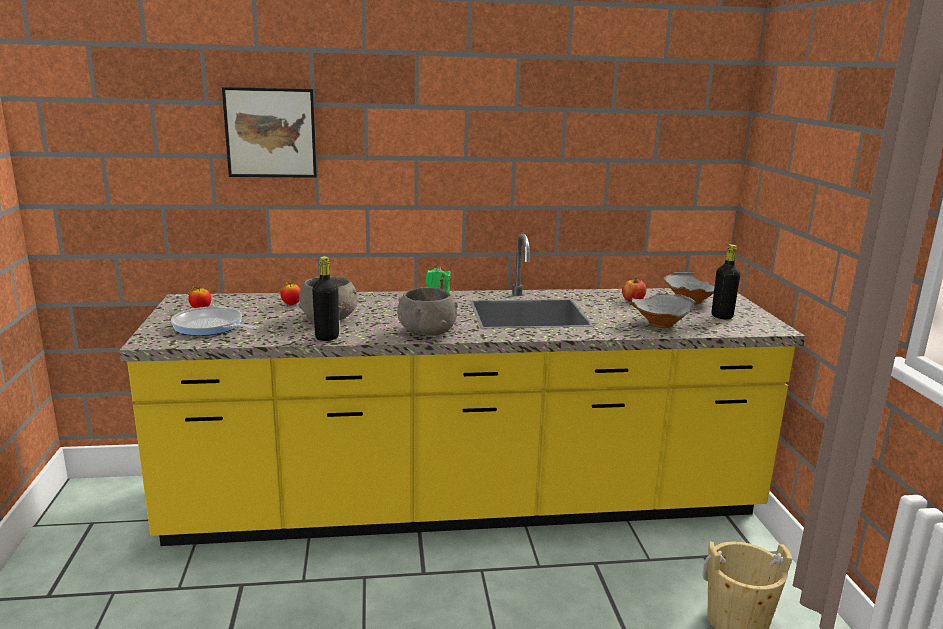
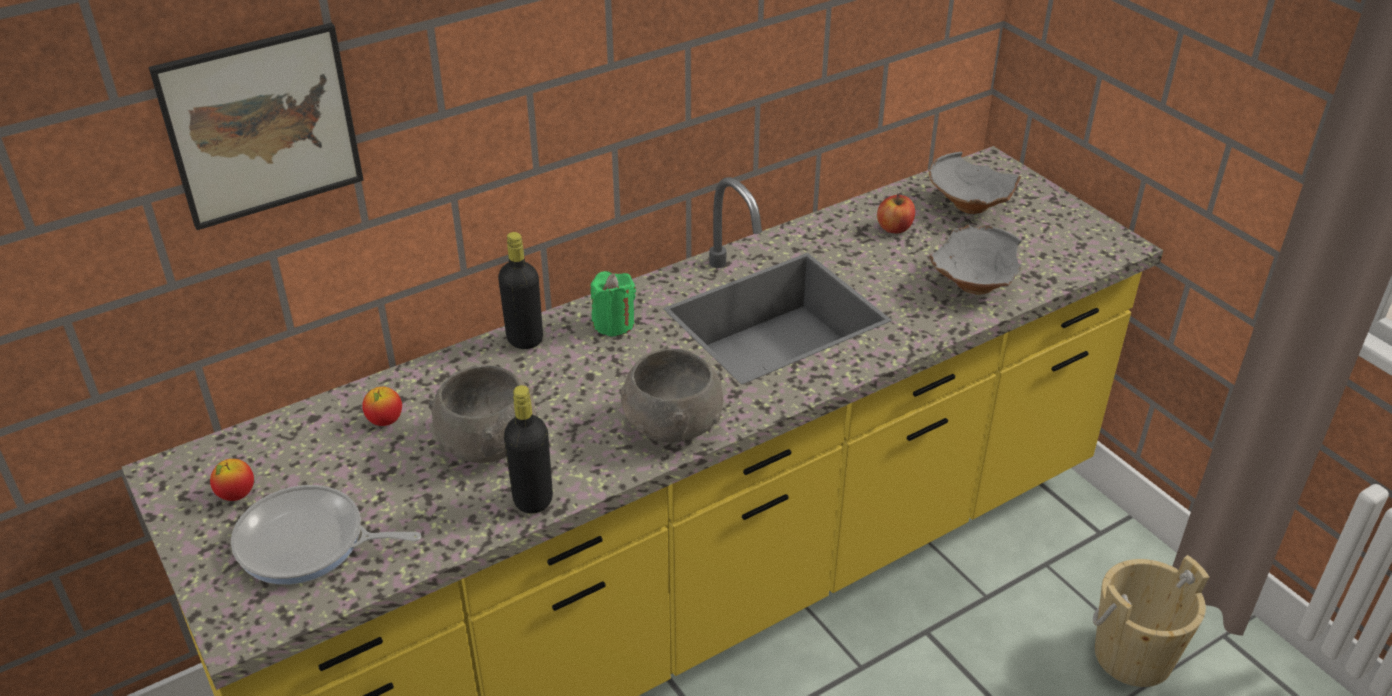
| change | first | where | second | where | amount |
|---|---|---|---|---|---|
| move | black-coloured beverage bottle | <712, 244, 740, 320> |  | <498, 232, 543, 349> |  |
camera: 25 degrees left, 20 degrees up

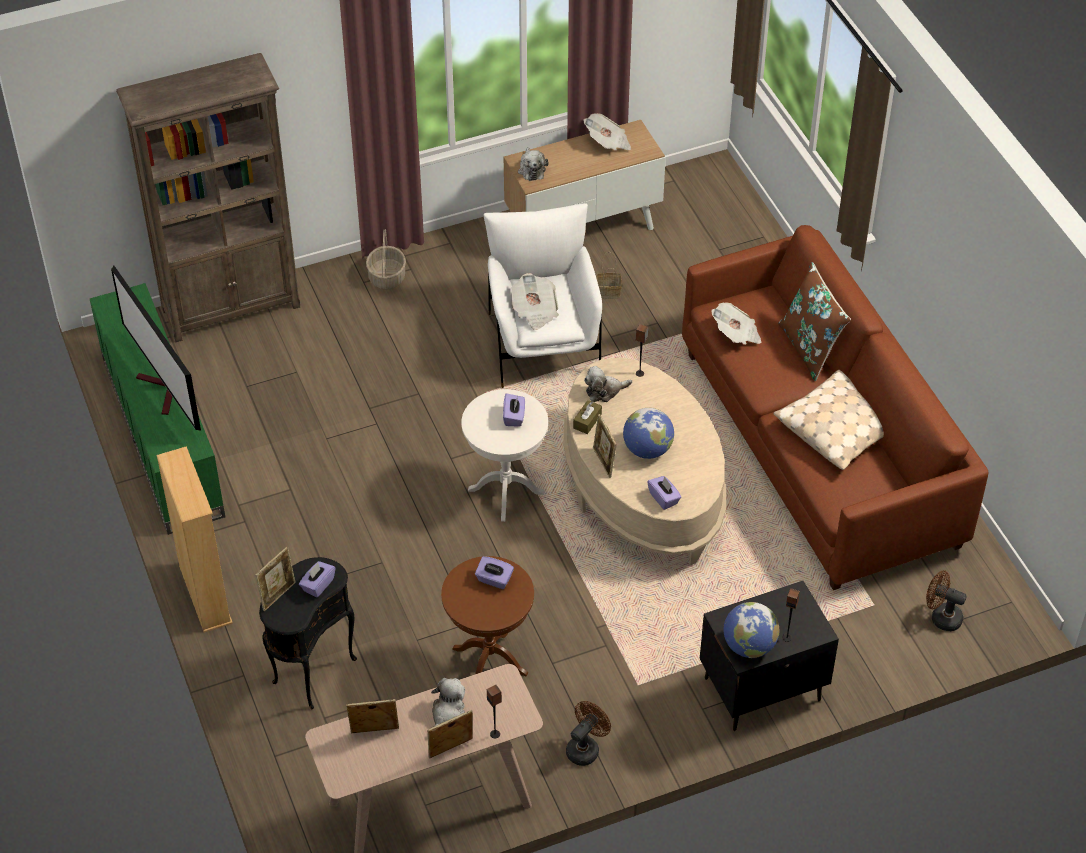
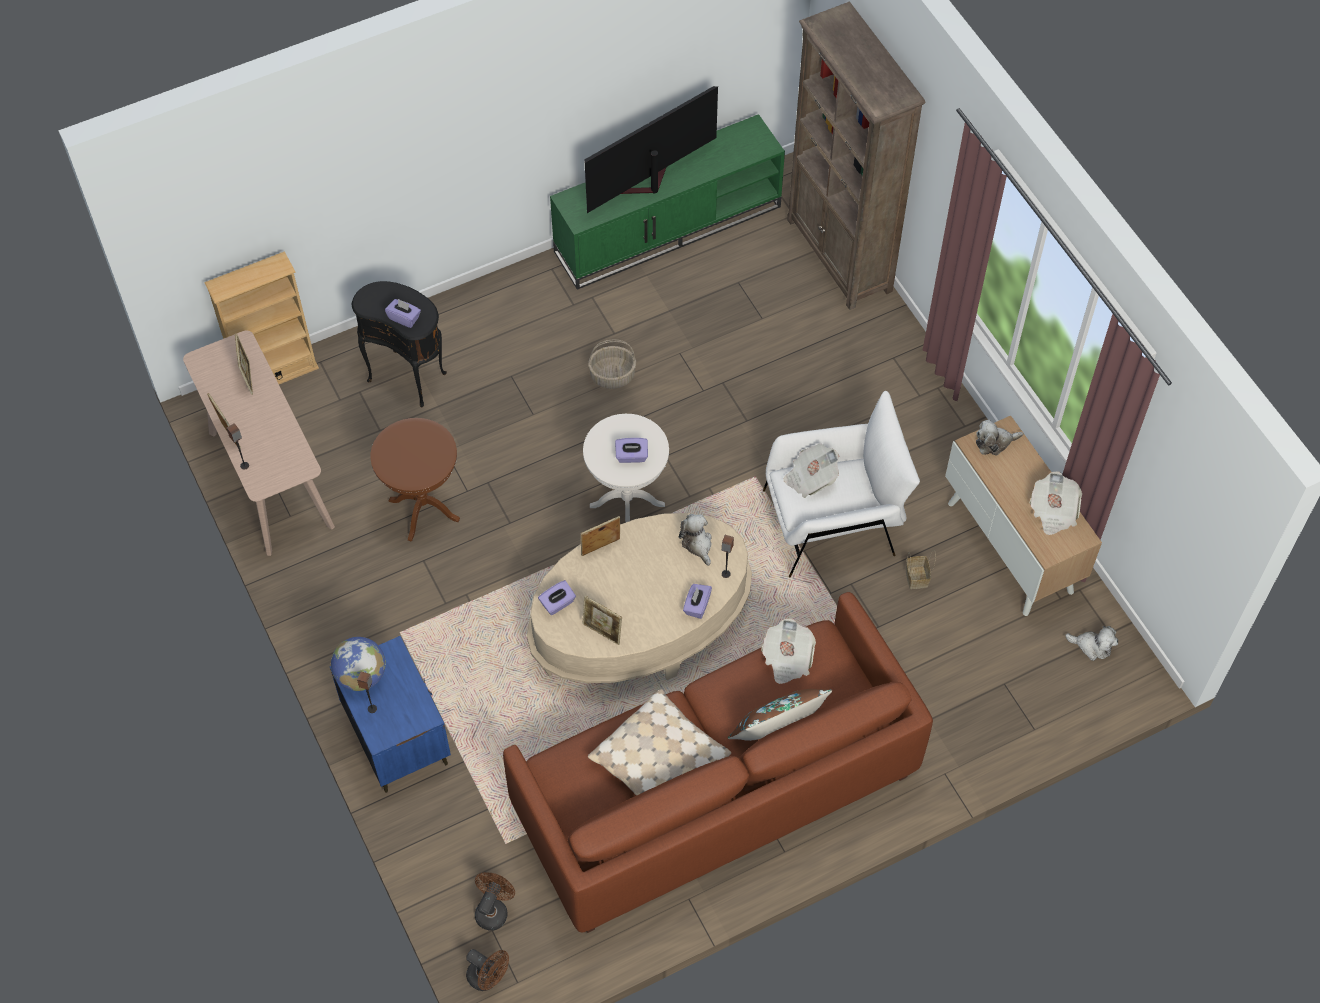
| change | first | where | second | where | amount |
|---|---|---|---|---|---|
| delete | brown tissue holder | <573, 400, 602, 434> |  |  |  |
| delete | globe | <623, 408, 674, 459> |  |  |  |
| move | beige shelving unit | <156, 446, 233, 633> |  | <204, 251, 319, 384> |  |
| move | picture frame | <255, 547, 296, 611> |  | <582, 596, 622, 645> |  |
| move | household basket | <366, 229, 406, 290> |  | <588, 339, 636, 389> |  |
| move | soft toy | <431, 678, 465, 726> |  | <1065, 626, 1118, 661> |  |
| move | purple-coloured tissue holder | <475, 556, 514, 589> |  | <683, 584, 712, 619> |  |
| move | brown electric fan | <566, 701, 611, 766> |  | <466, 949, 509, 991> |  |
| recolor | black-coloured night table | <700, 581, 839, 731> | blue night table | <330, 636, 451, 793> |  |
camera: 85 degrees right, 10 degrees up

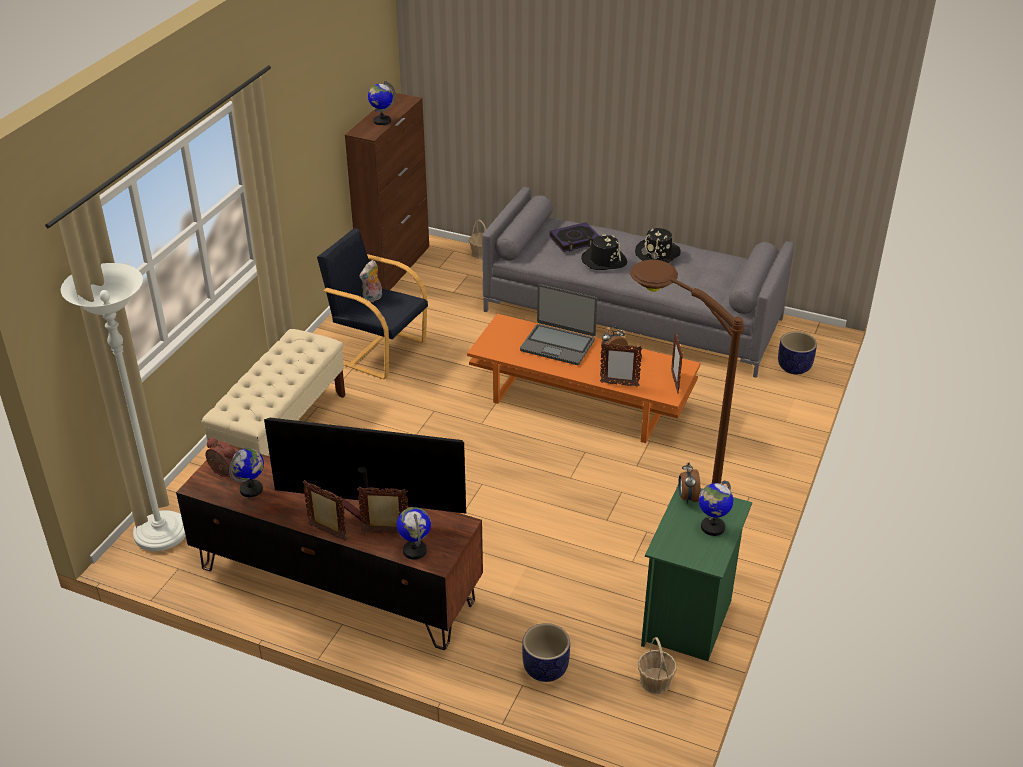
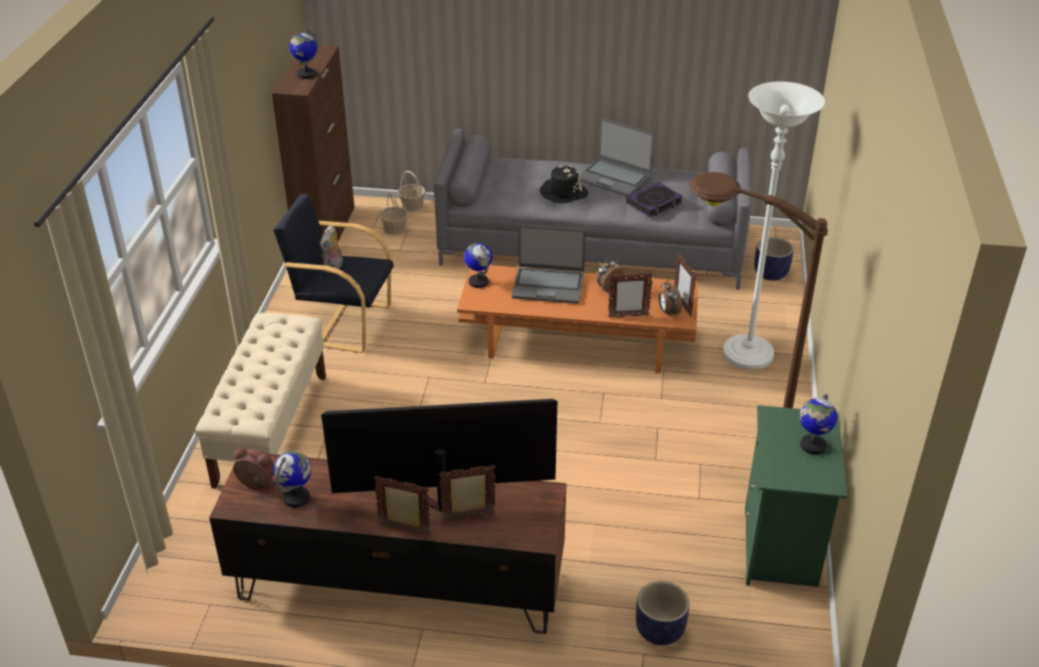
| change | first | where | second | where | amount |
|---|---|---|---|---|---|
| move | white-coloured floor lamp | <61, 263, 186, 551> |  | <723, 82, 825, 369> |  |
| move | globe | <397, 507, 431, 560> |  | <464, 243, 493, 288> |  |
| move | bound book | <549, 222, 599, 252> |  | <626, 182, 683, 217> |  |
| move | household basket | <638, 637, 677, 694> |  | <380, 192, 408, 236> |  |
| move | bedside clock | <678, 463, 700, 504> |  | <659, 280, 682, 317> |  |
| replace | black-coloured clothing hat | <635, 228, 681, 263> | laptop | <578, 118, 654, 196> |  |
camera: 15 degrees left, 0 degrees up

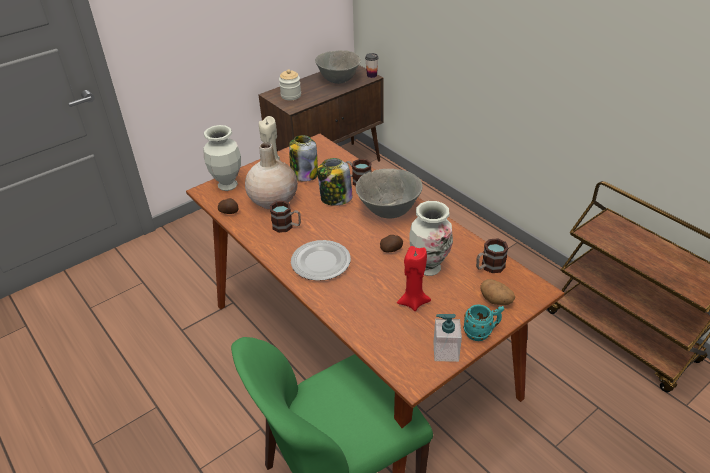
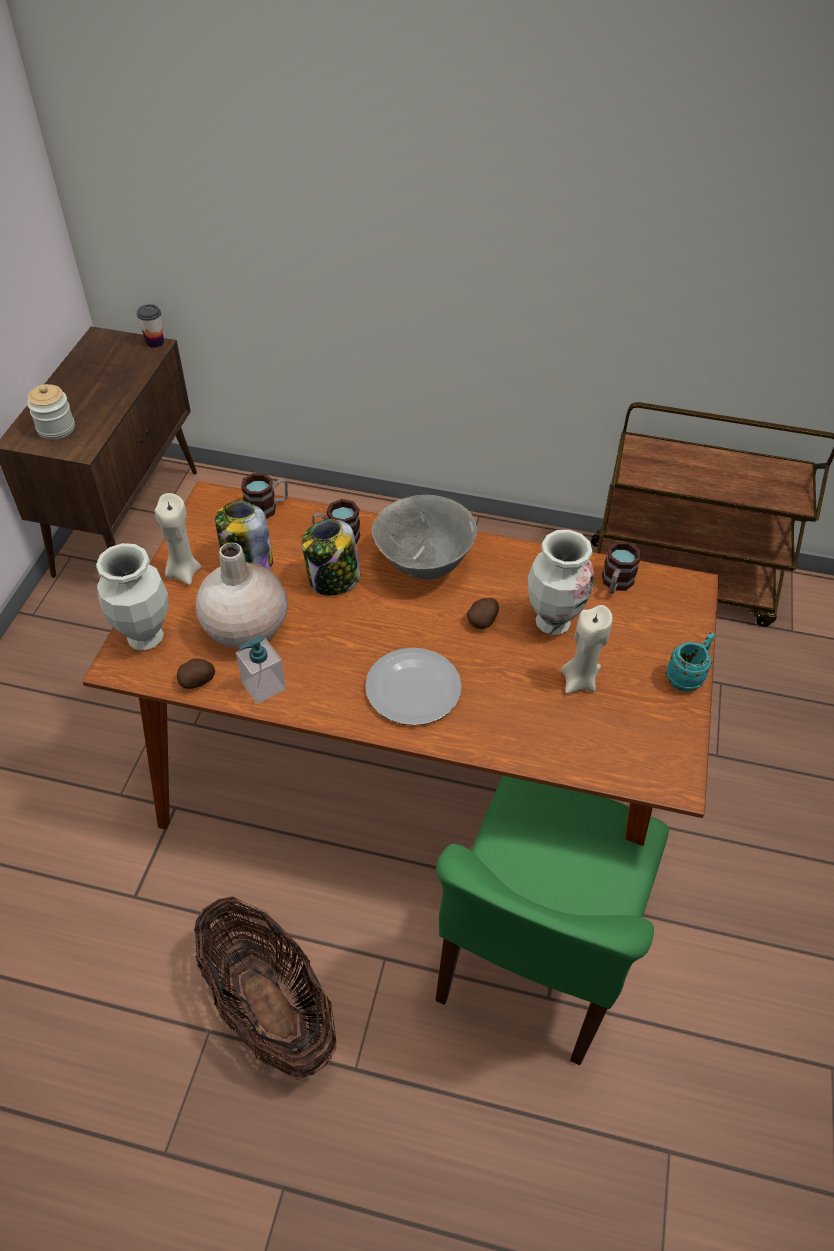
| change | first | where | second | where | amount |
|---|---|---|---|---|---|
| delete | greyish bowl | <315, 50, 361, 84> |  |  |  |
| delete | whole potato | <480, 279, 515, 305> |  |  |  |
| insert |  |  | household basket | <194, 896, 336, 1080> |  |
| move | tea mug | <270, 201, 301, 233> |  | <241, 473, 288, 519> |  |
| move | soap bottle | <433, 314, 462, 362> |  | <236, 635, 286, 704> |  |
| recolor | red-coloured wax candle | <397, 246, 431, 311> | beige wax candle | <561, 605, 613, 694> |  |
camera: 40 degrees left, 10 degrees up

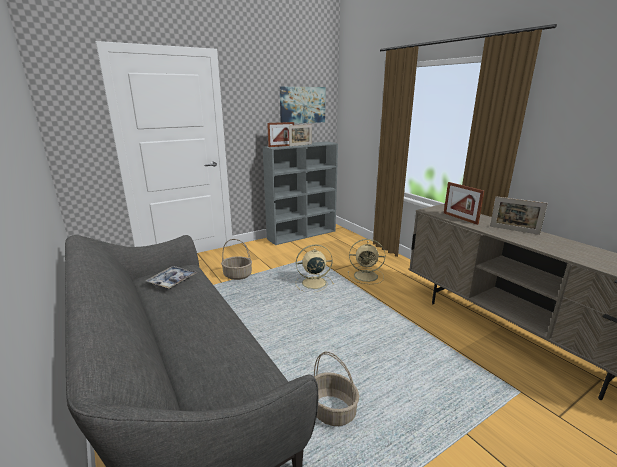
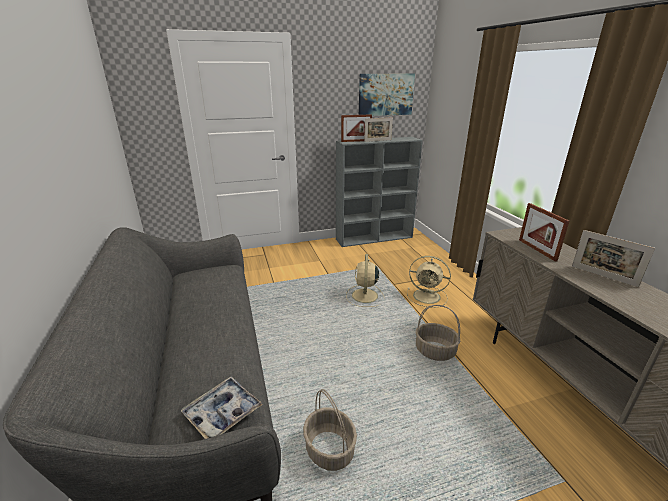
| change | first | where | second | where | amount |
|---|---|---|---|---|---|
| move | carrying tray | <145, 266, 197, 289> |  | <181, 377, 263, 439> |  |
| move | household basket | <221, 239, 252, 280> |  | <416, 305, 460, 361> |  |
| rotate | beige electric fan | <296, 245, 334, 292> |  | <346, 254, 385, 307> | 90 degrees counterclockwise |
camera: 15 degrees right, 5 degrees up

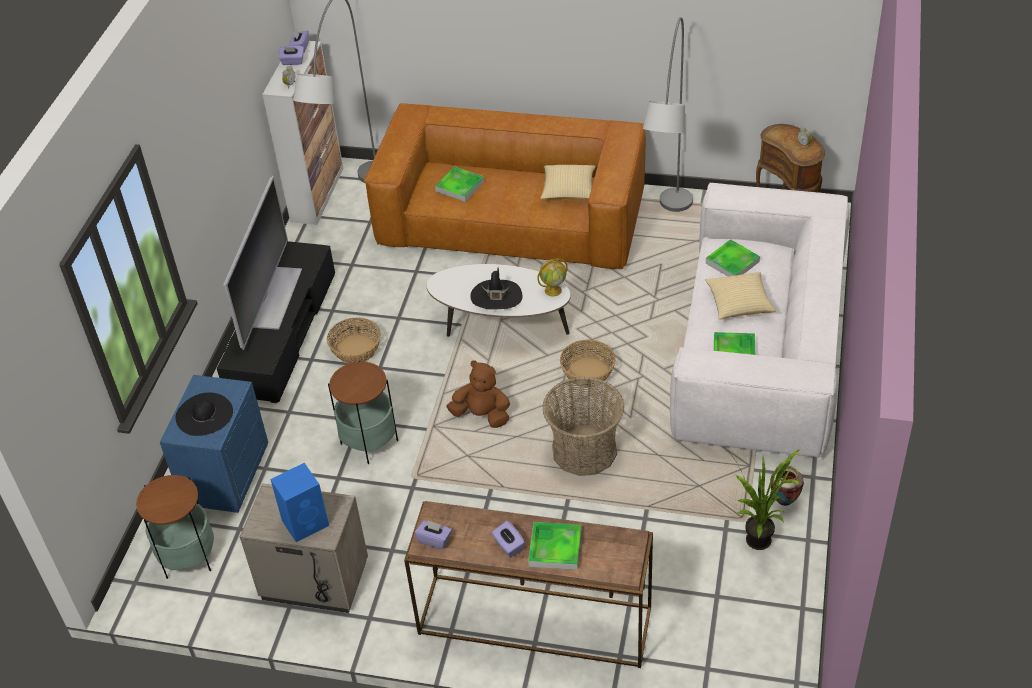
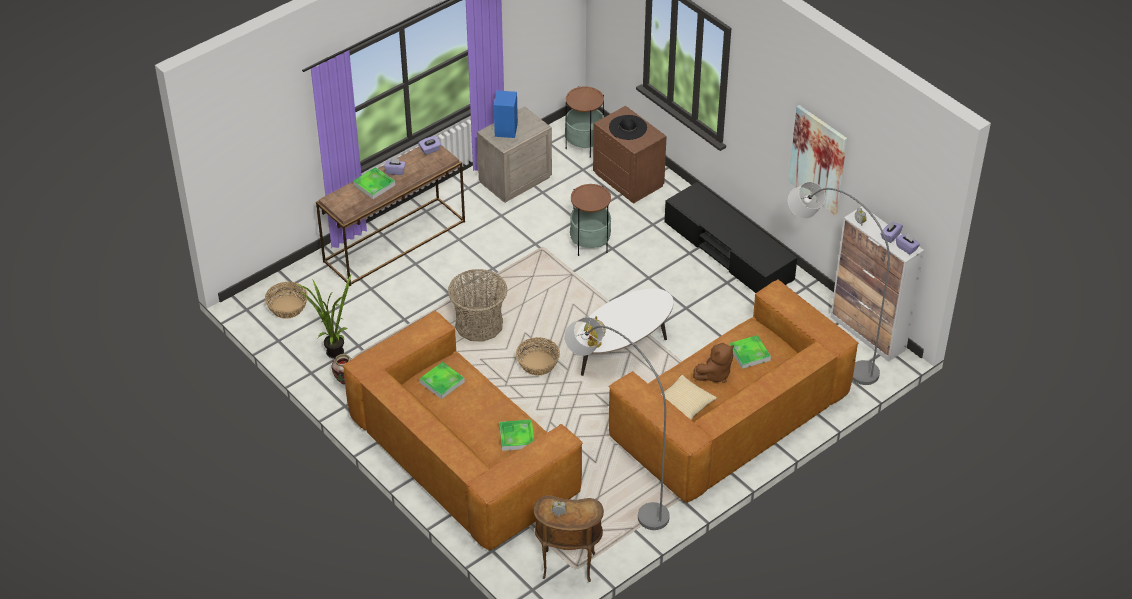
| change | first | where | second | where | amount |
|---|---|---|---|---|---|
| delete | television | <223, 176, 302, 350> |  |  |  |
| delete | black-coloured clothing hat | <470, 268, 522, 310> |  |  |  |
| delete | throw pillow | <706, 272, 776, 320> |  |  |  |
| insert |  |  | picture | <789, 105, 847, 215> |  |
| move | household basket | <327, 318, 381, 364> |  | <265, 282, 308, 319> |  |
| move | brown soft toy | <446, 360, 510, 428> |  | <693, 343, 734, 383> |  |
| recolor | blue night table | <160, 375, 268, 513> | brown night table | <593, 106, 667, 204> |  |
| recolor | white-coloured sofa | <670, 183, 850, 458> | brown sofa | <343, 310, 583, 551> |  |
camera: 125 degrees right, 0 degrees up

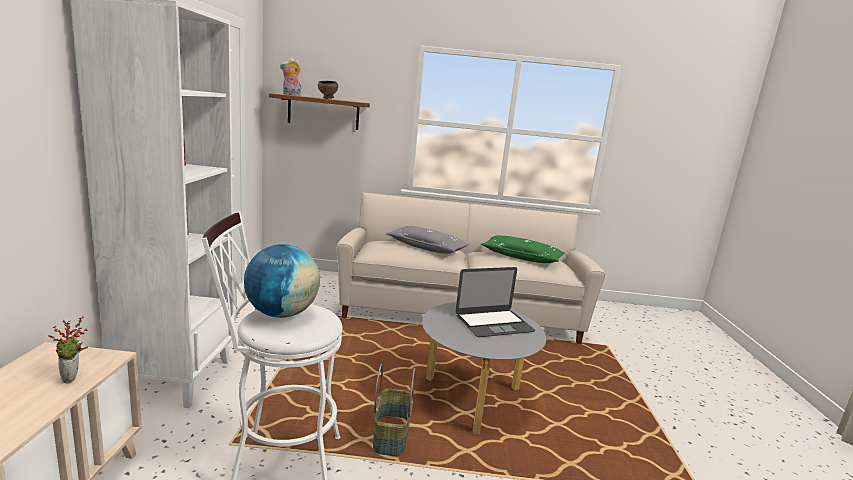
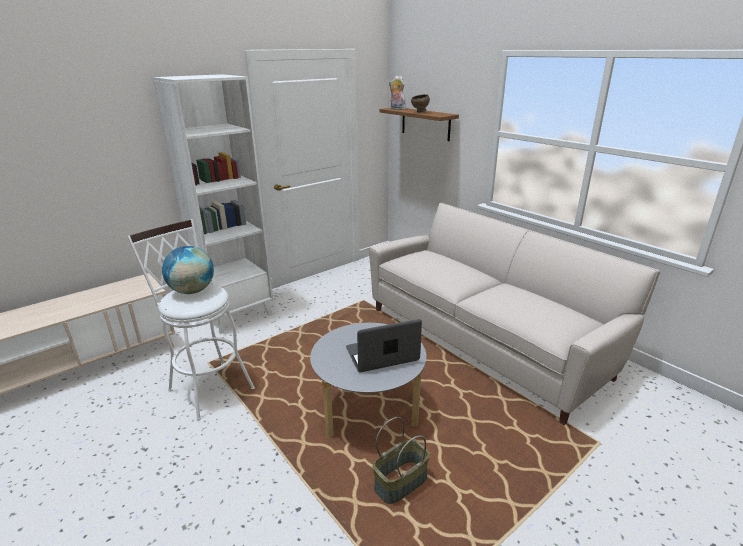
| change | first | where | second | where | amount |
|---|---|---|---|---|---|
| delete | houseplant | <48, 317, 88, 384> |  |  |  |
| delete | greyish throw pillow | <386, 226, 470, 254> |  |  |  |
| delete | green throw pillow | <481, 236, 565, 263> |  |  |  |
| move | household basket | <373, 364, 416, 456> |  | <373, 417, 430, 504> |  |
| rotate | laptop | <455, 267, 535, 337> |  | <346, 319, 422, 372> | 135 degrees clockwise |
camera: 50 degrees right, 10 degrees up

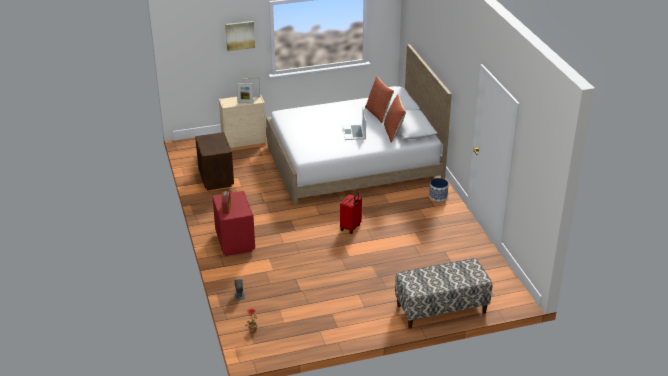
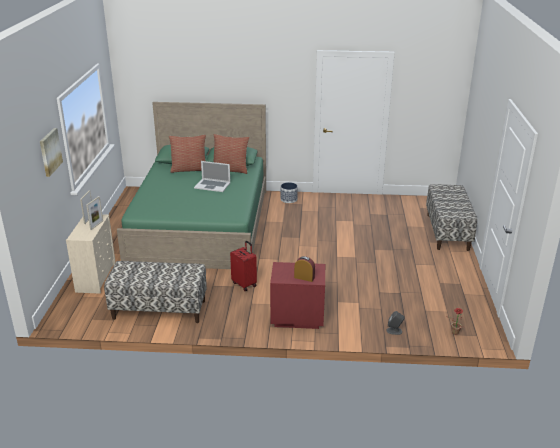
| change | first | where | second | where | amount |
|---|---|---|---|---|---|
| move | red-coloured travel case | <340, 193, 362, 234> |  | <230, 241, 257, 291> |  |
| replace | brown night table | <195, 132, 234, 190> | long seat | <104, 261, 207, 323> |  |
| recolor | white-coloured sleeping bed | <266, 44, 452, 204> | green sleeping bed | <117, 102, 266, 269> |  |
camera: 70 degrees left, 5 degrees down

